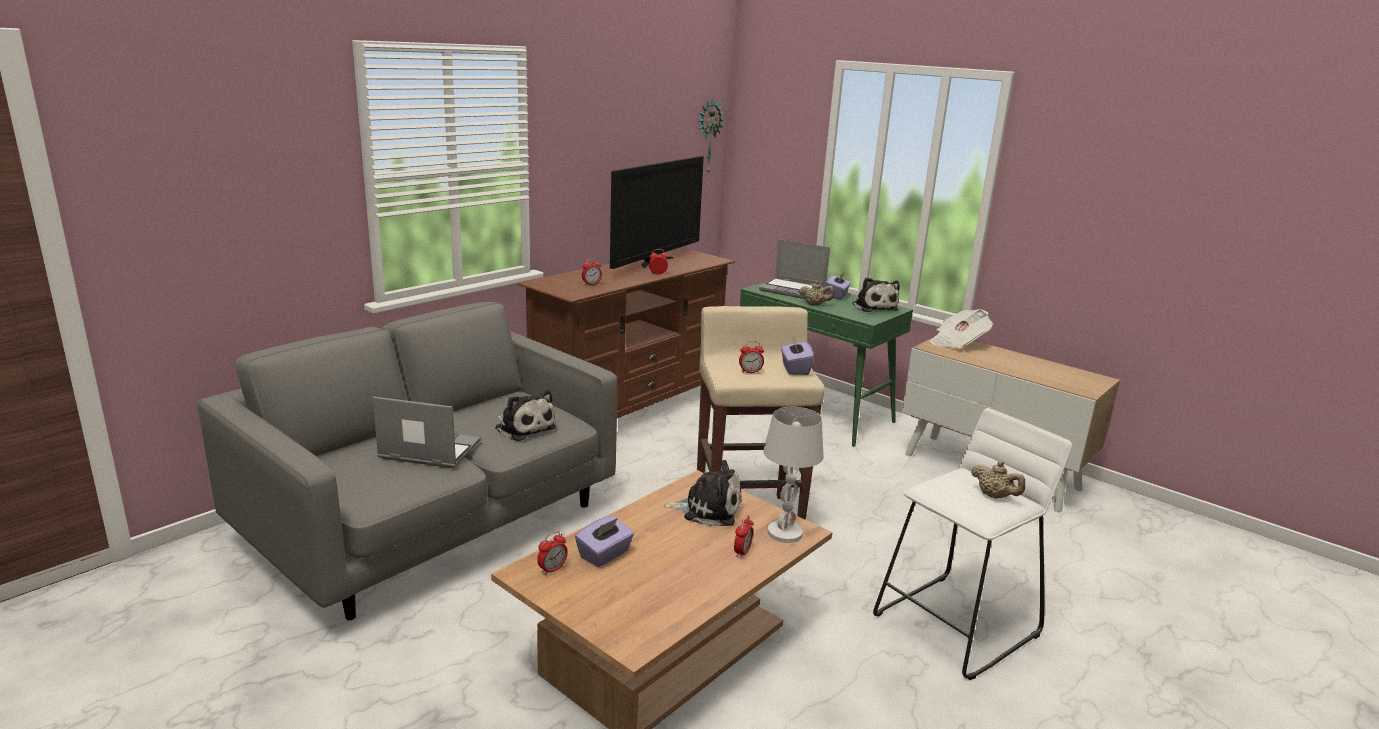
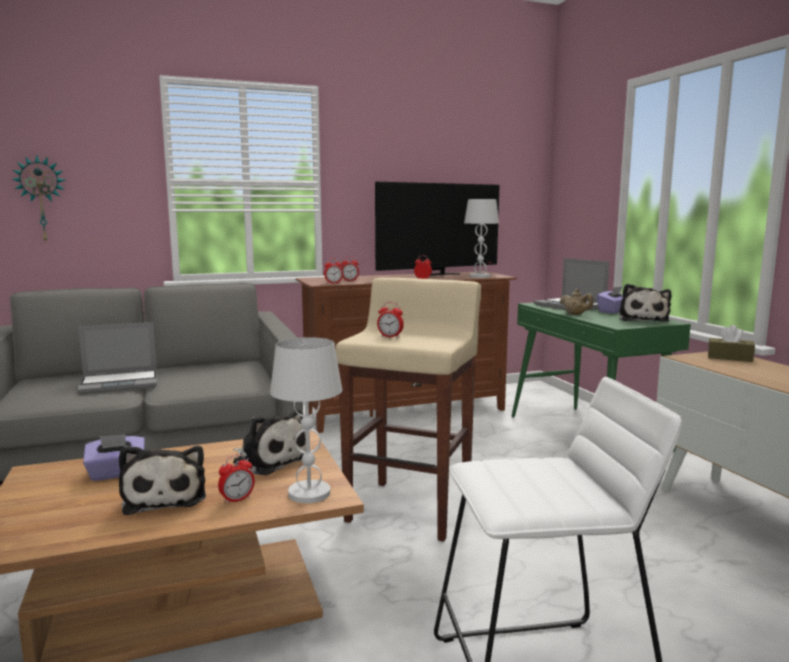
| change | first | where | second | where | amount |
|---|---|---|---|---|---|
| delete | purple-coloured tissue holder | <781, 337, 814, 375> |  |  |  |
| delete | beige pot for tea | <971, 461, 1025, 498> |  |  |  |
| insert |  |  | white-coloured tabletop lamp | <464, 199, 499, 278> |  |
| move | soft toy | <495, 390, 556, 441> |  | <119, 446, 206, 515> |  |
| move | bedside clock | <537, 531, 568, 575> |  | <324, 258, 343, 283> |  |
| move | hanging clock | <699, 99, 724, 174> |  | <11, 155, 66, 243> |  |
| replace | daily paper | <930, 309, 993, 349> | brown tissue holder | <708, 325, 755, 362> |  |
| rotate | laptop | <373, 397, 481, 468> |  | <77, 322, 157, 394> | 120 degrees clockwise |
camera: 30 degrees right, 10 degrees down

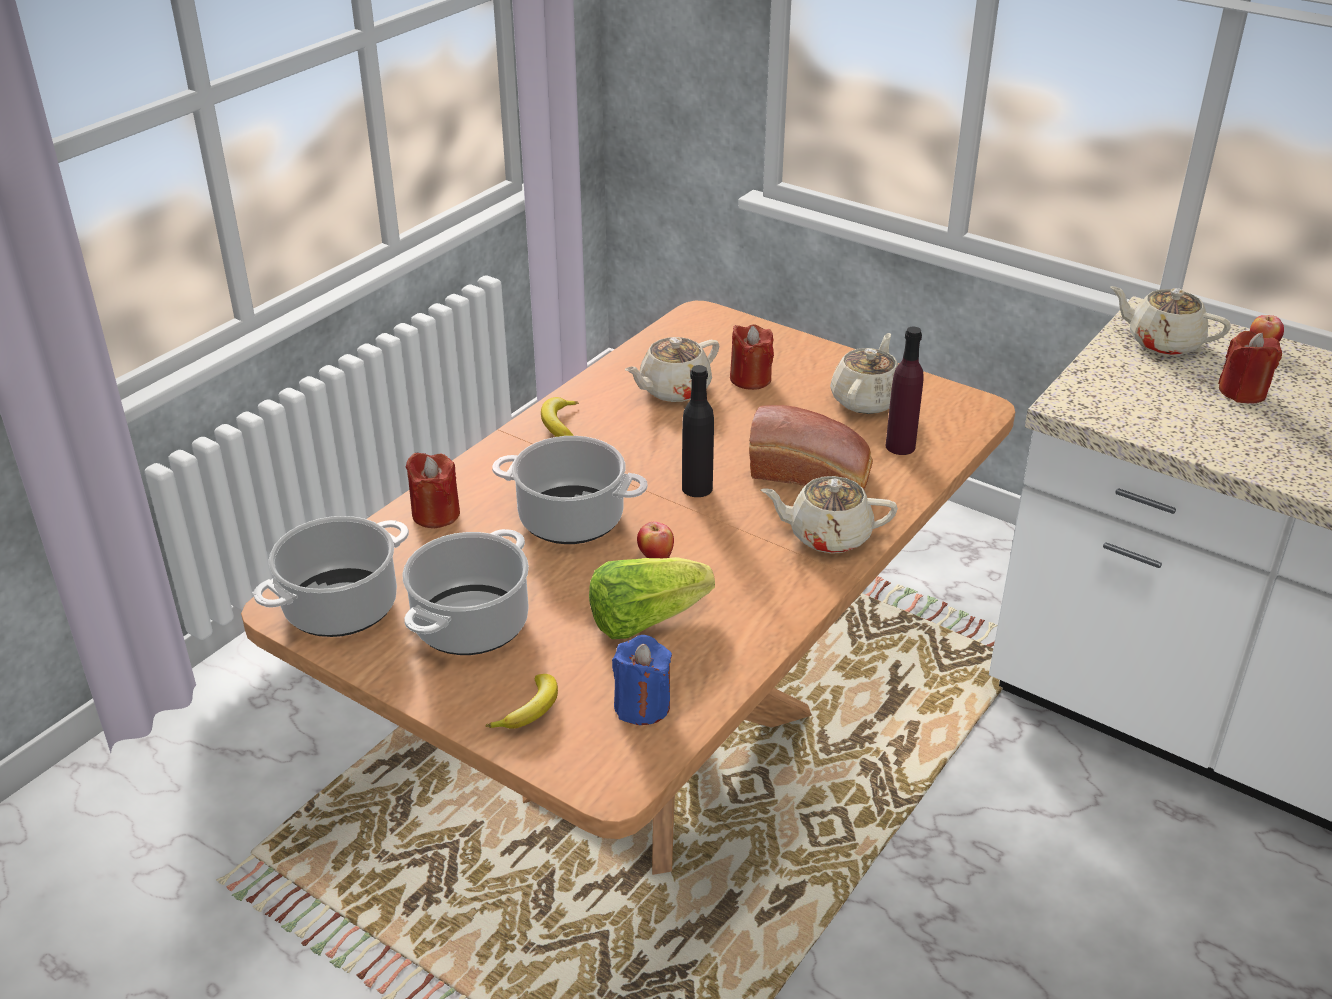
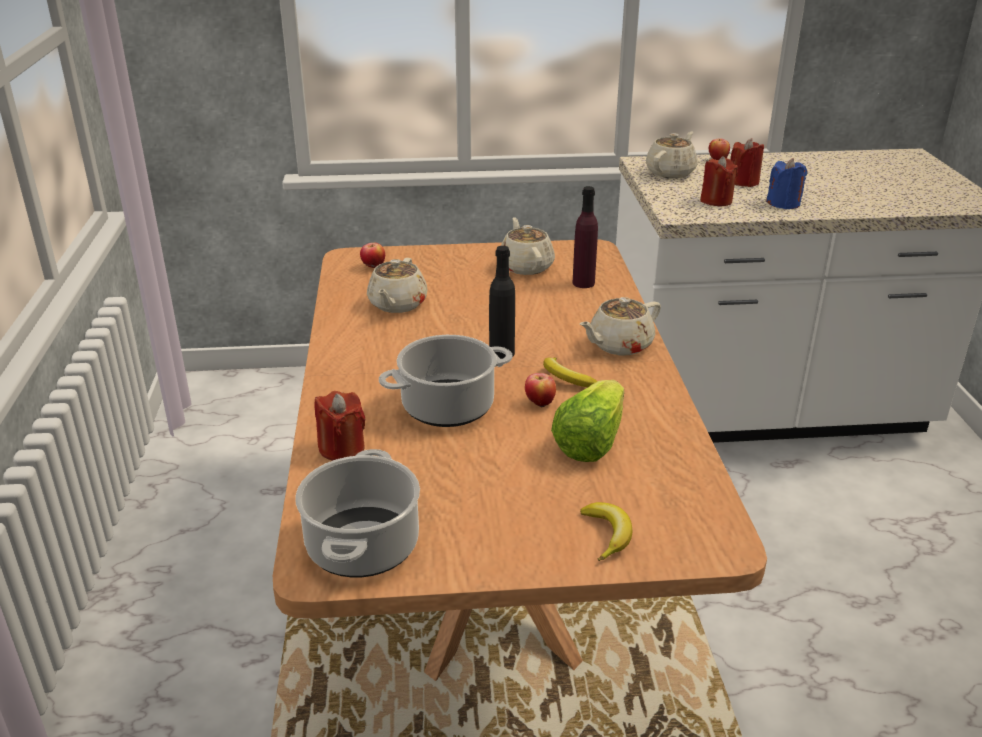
| change | first | where | second | where | amount |
|---|---|---|---|---|---|
| delete | saucepot | <402, 529, 529, 655> |  |  |  |
| delete | bakery bread | <749, 405, 873, 489> |  |  |  |
| insert |  |  | apple fruit | <360, 243, 385, 268> |  |
| move | banana | <541, 397, 578, 437> |  | <543, 357, 598, 387> |  |
| move | blue wax candle | <612, 635, 672, 725> |  | <766, 158, 807, 209> |  |
| move | red-coloured wax candle | <730, 324, 774, 390> |  | <700, 156, 738, 206> |  |
| rotate | beige pot for tea | <1110, 286, 1231, 356> |  | <646, 132, 698, 178> | 135 degrees clockwise |
camera: 40 degrees left, 5 degrees down

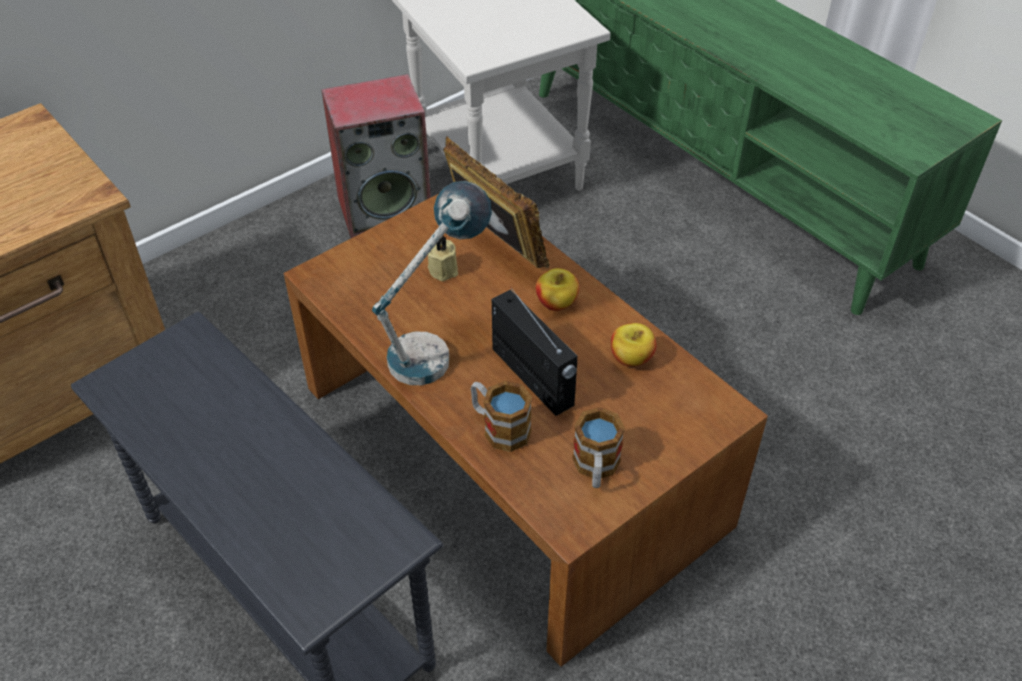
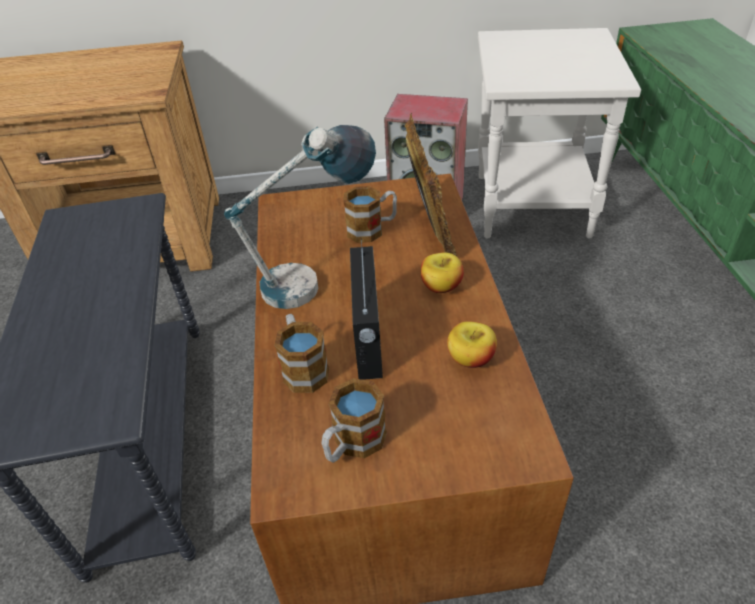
| change | first | where | second | where | amount |
|---|---|---|---|---|---|
| replace | beige wax candle | <428, 236, 458, 281> | tea mug | <343, 186, 397, 243> |  |
camera: 35 degrees right, 5 degrees down

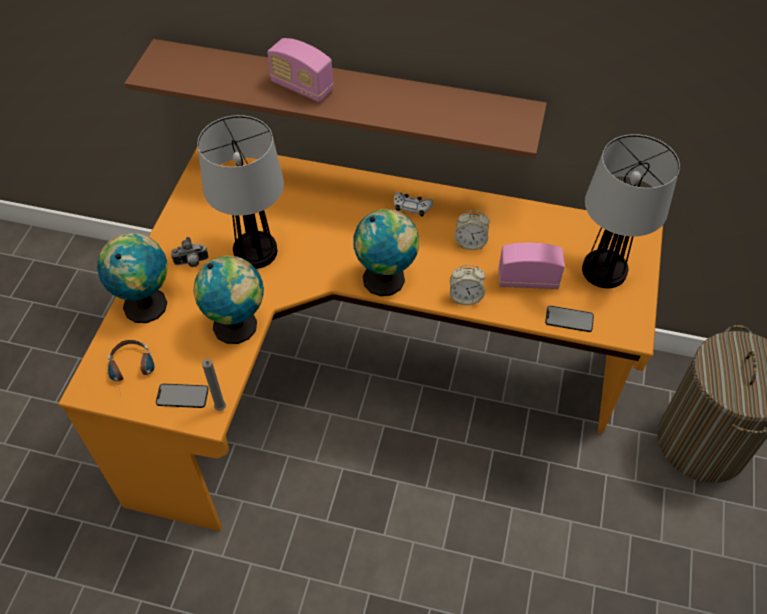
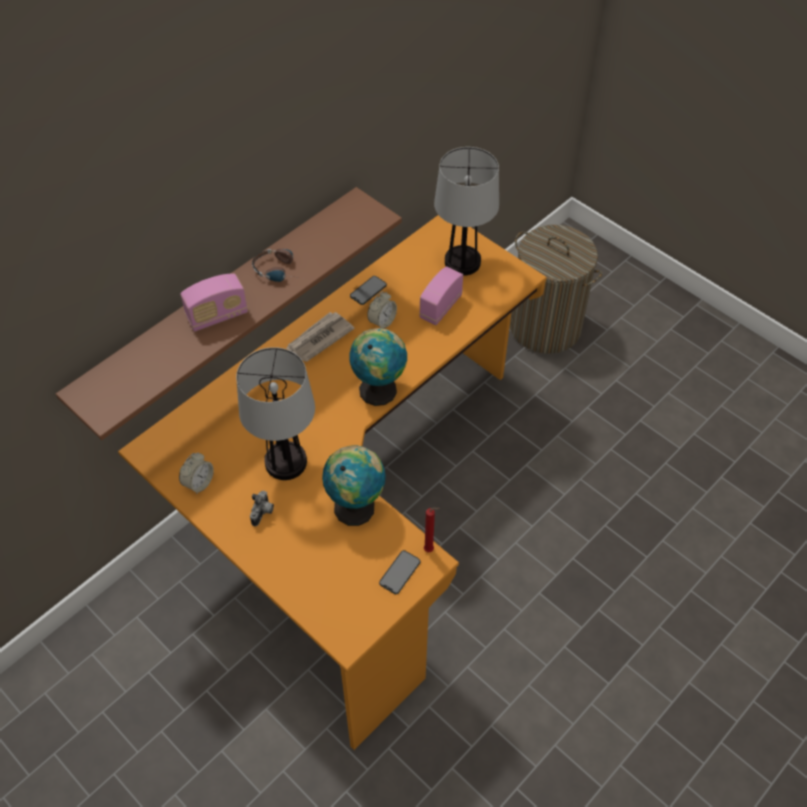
| change | first | where | second | where | amount |
|---|---|---|---|---|---|
| delete | globe | <97, 233, 167, 323> |  |  |  |
| move | pair of headphones | <108, 340, 154, 395> |  | <252, 249, 294, 282> |  |
| move | bedside clock | <450, 265, 485, 305> |  | <179, 453, 214, 494> |  |
| move | telephone | <545, 306, 594, 332> |  | <350, 276, 387, 305> |  |
| replace | white-coloured gamepad | <394, 192, 434, 217> | daily paper | <286, 312, 355, 362> |  |
| recolor | greyish wax candle | <202, 359, 226, 411> | red-coloured wax candle | <424, 508, 440, 552> |  |
camera: 60 degrees left, 0 degrees up

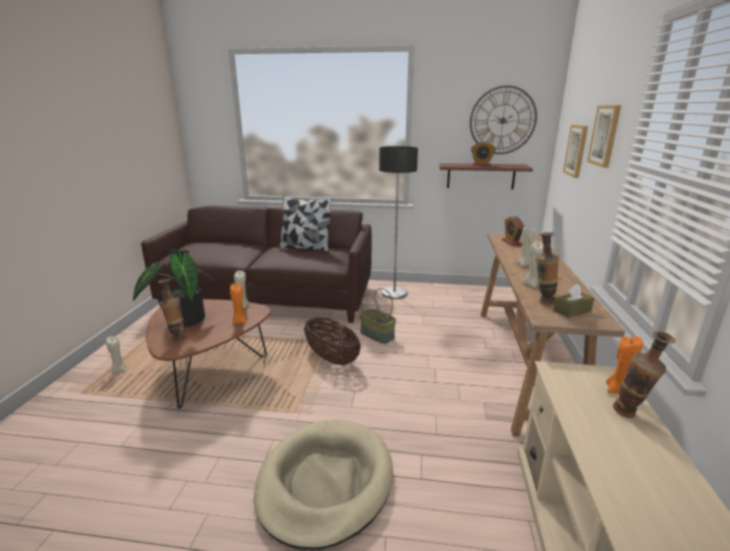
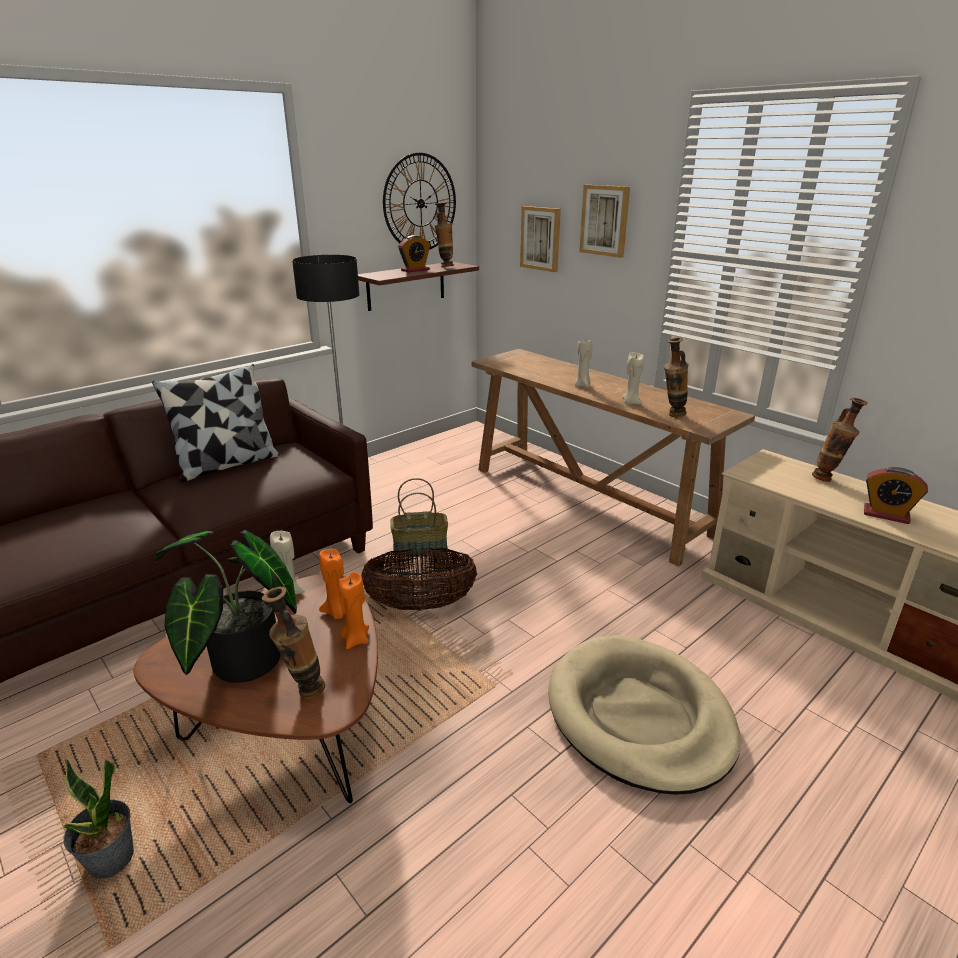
| change | first | where | second | where | amount |
|---|---|---|---|---|---|
| delete | brown tissue holder | <553, 284, 594, 318> |  |  |  |
| insert |  |  | decorative vase | <435, 203, 454, 267> |  |
| move | bedside clock | <502, 216, 524, 246> |  | <864, 467, 928, 524> |  |
| move | orange-coloured wax candle | <606, 336, 643, 394> |  | <339, 572, 369, 649> |  |
| replace | beige wax candle | <106, 336, 126, 374> | houseplant | <63, 759, 134, 879> |  |
camera: 50 degrees left, 5 degrees up

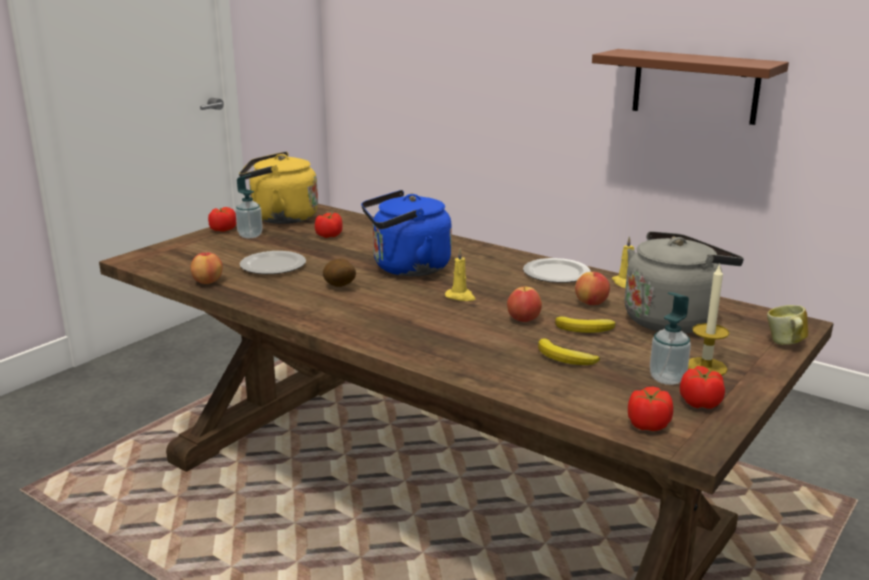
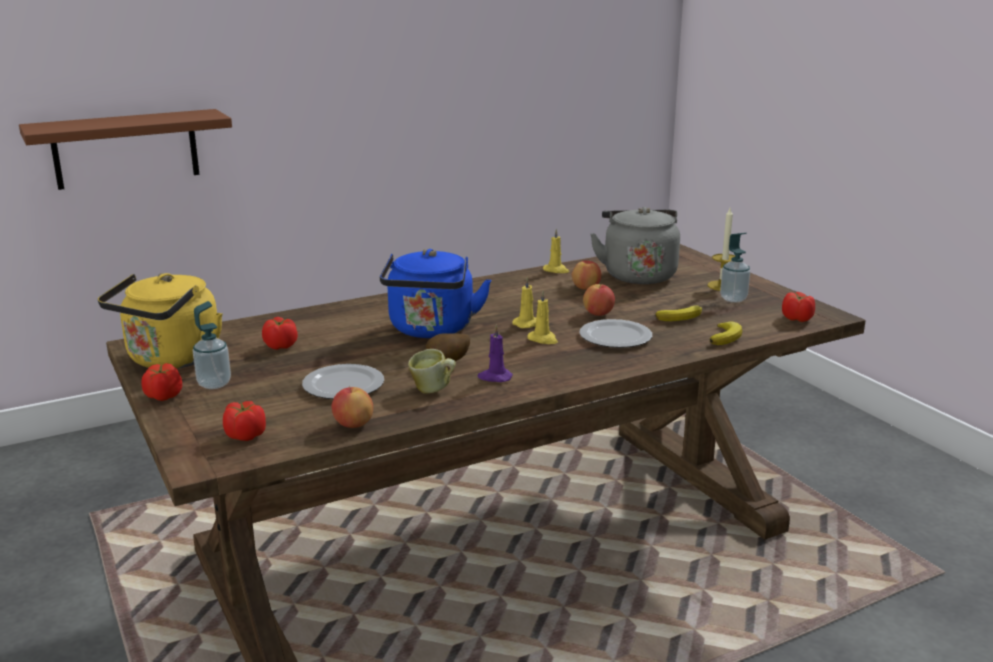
| change | first | where | second | where | amount |
|---|---|---|---|---|---|
| insert |  |  | purple-coloured wax candle | <478, 325, 513, 382> |  |
| insert |  |  | yellow wax candle | <527, 291, 558, 344> |  |
| move | dinner plate | <523, 258, 591, 283> |  | <579, 319, 652, 348> |  |
| move | banana | <555, 316, 615, 333> |  | <710, 322, 742, 345> |  |
| move | brown bracket shelf | <592, 49, 789, 125> |  | <19, 109, 232, 190> |  |
| move | tomato | <680, 366, 725, 409> |  | <223, 401, 266, 441> |  |
| move | tea mug | <767, 305, 808, 345> |  | <408, 349, 456, 394> |  |
camera: 65 degrees left, 0 degrees up

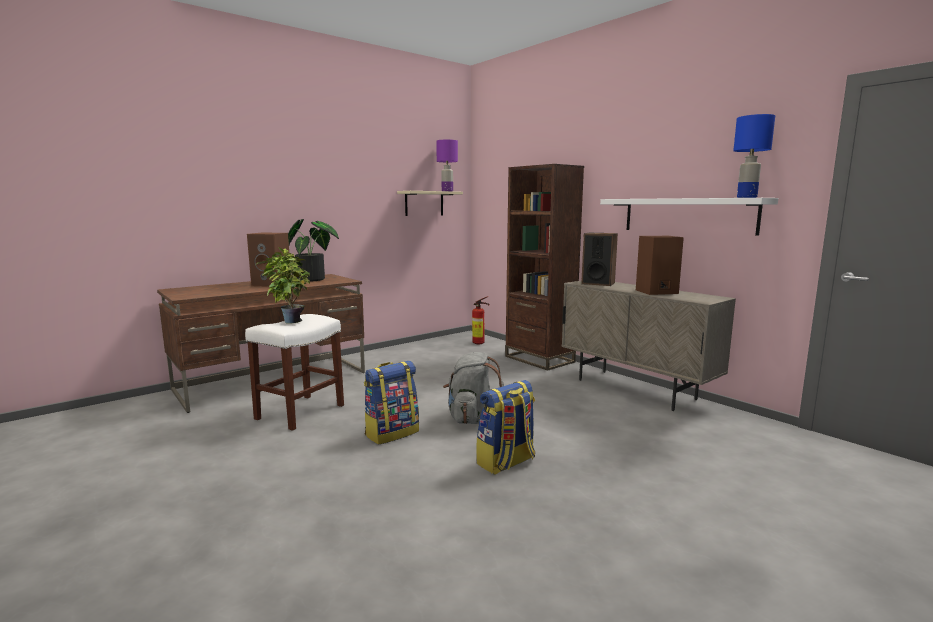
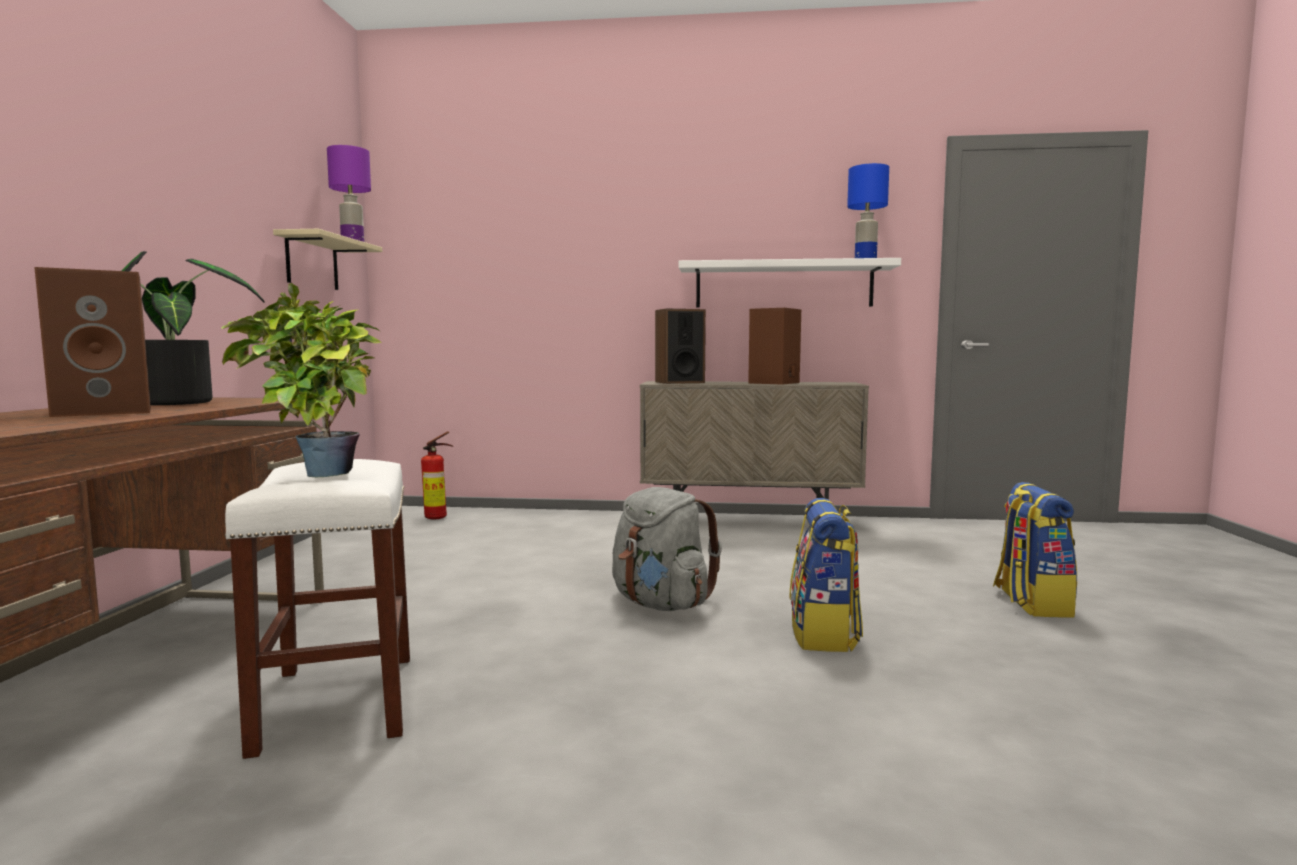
| change | first | where | second | where | amount |
|---|---|---|---|---|---|
| delete | brown shelving unit | <505, 164, 584, 371> |  |  |  |
| move | backpack | <364, 361, 419, 445> |  | <993, 482, 1077, 617> |  |
camera: 45 degrees left, 5 degrees down

